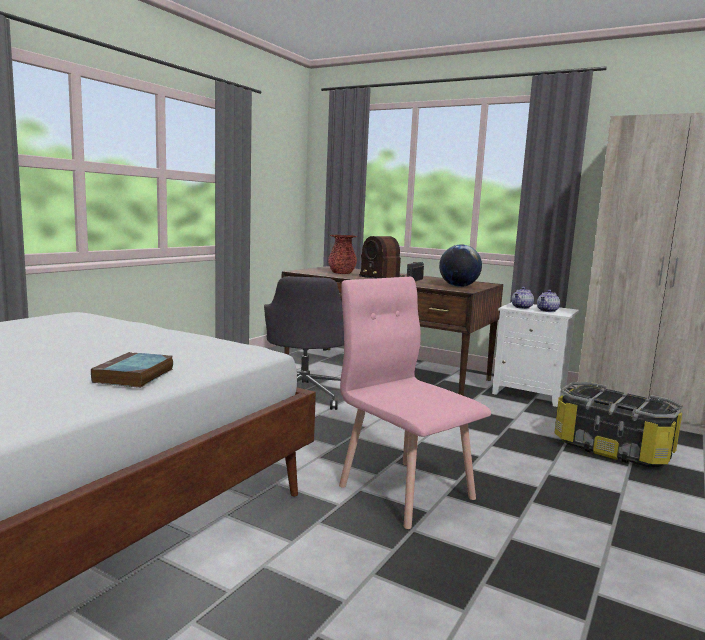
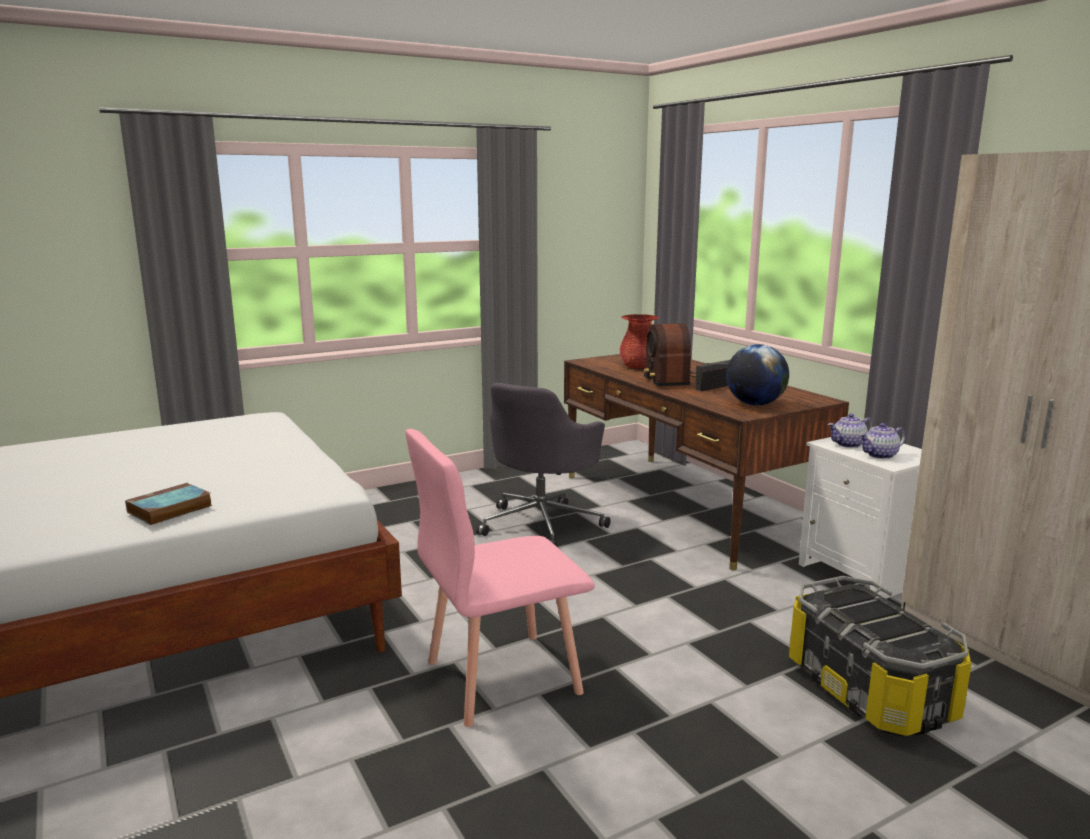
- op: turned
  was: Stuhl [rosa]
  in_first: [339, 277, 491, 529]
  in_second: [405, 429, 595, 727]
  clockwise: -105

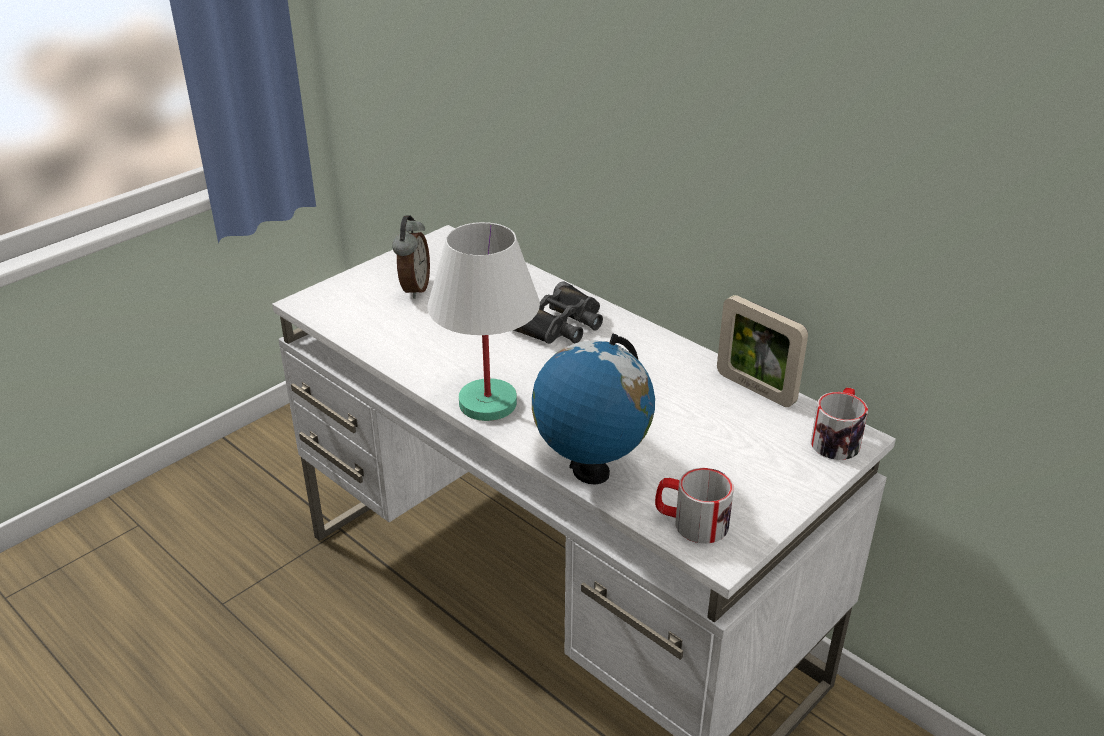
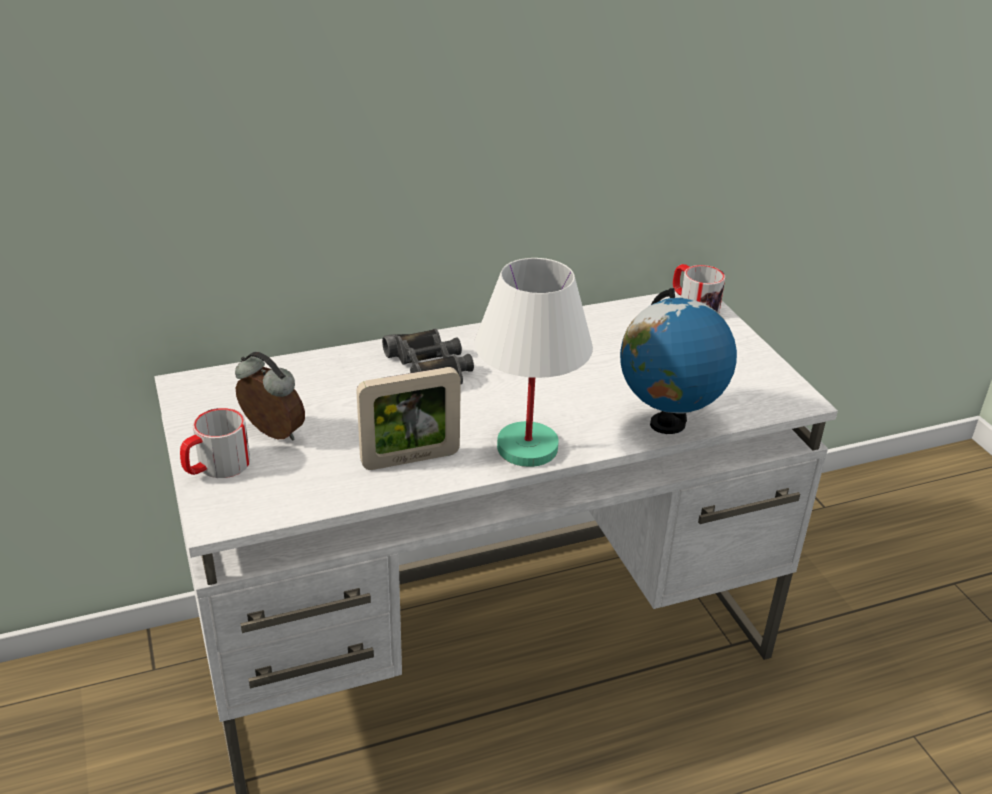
- op: moved
  was: Henkelbecher
  in_first: [655, 468, 734, 544]
  in_second: [180, 408, 250, 478]
- op: moved
  was: Bilderrahmen
  in_first: [717, 295, 808, 407]
  in_second: [356, 367, 461, 470]

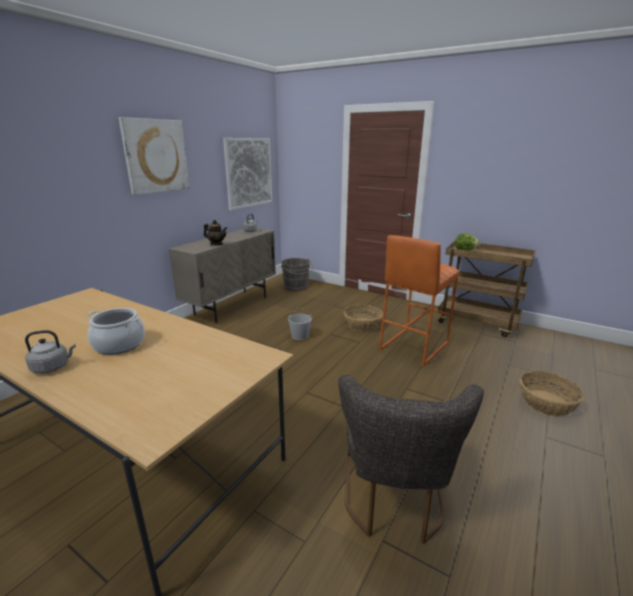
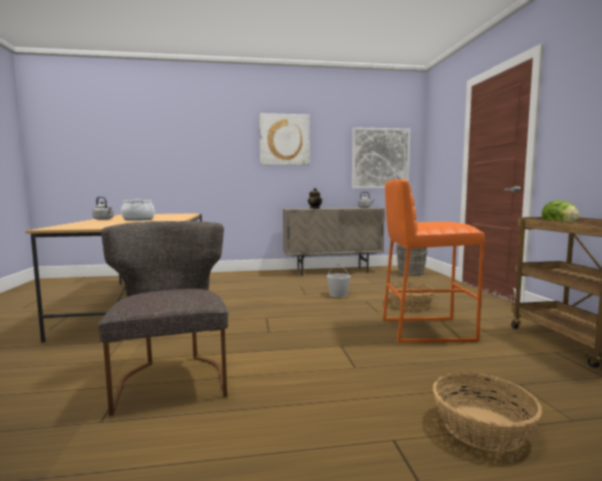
- op: turned
  was: Stuhl [grau]
  in_first: [338, 375, 484, 544]
  in_second: [98, 221, 228, 416]
  clockwise: 105

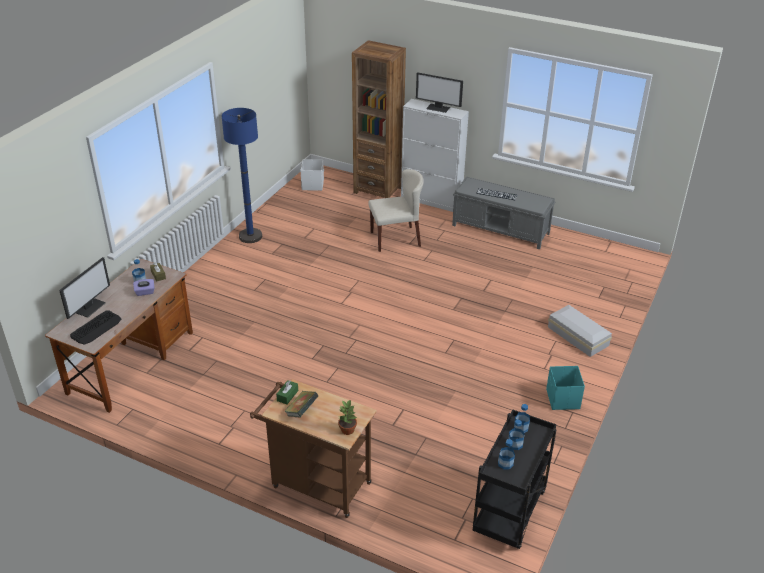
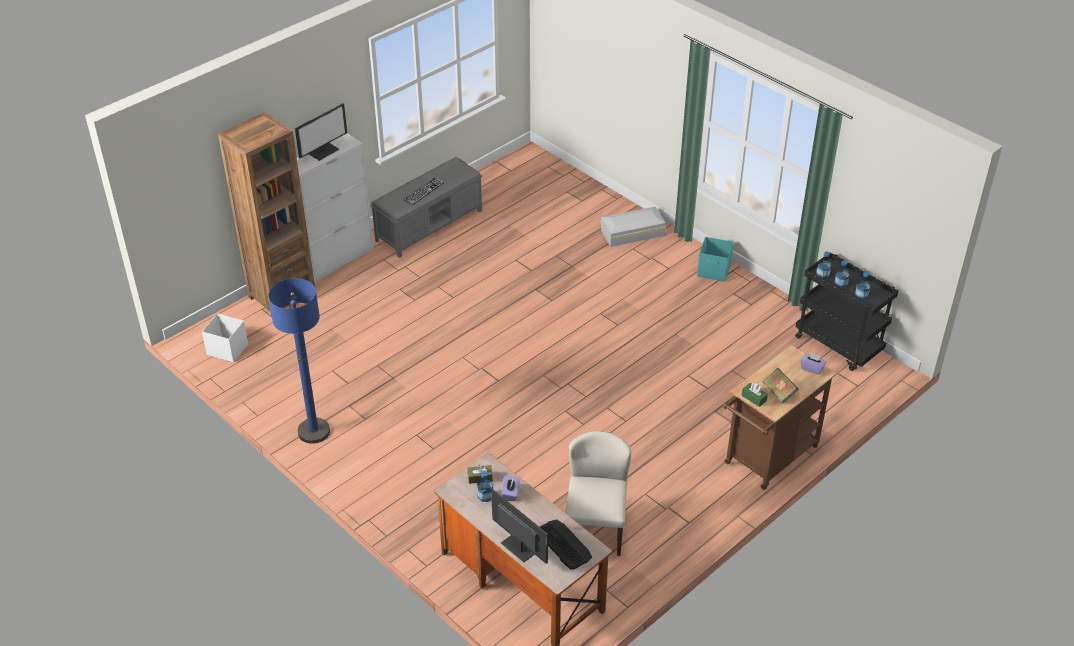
- op: replaced
  was: Topfpflanze
  now: Taschentuchbox [lila]
  in_first: [338, 399, 358, 435]
  in_second: [800, 352, 827, 375]
- op: moved
  was: Stuhl [beige]
  in_first: [368, 169, 424, 252]
  in_second: [565, 431, 631, 556]

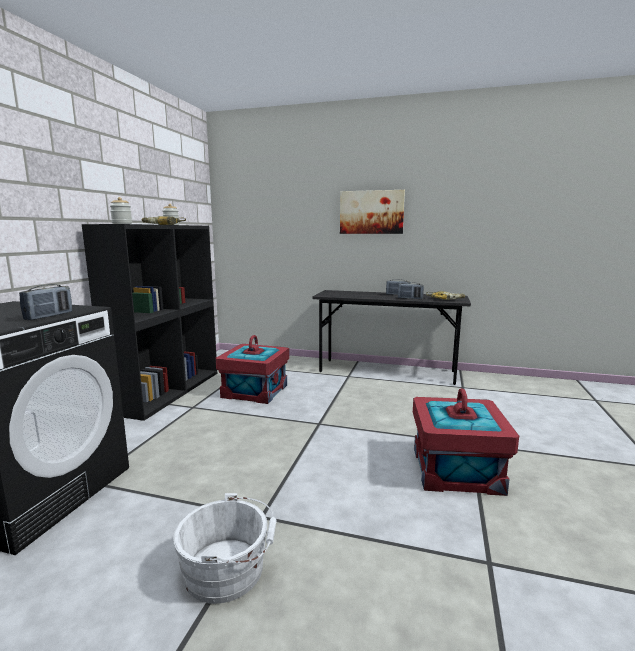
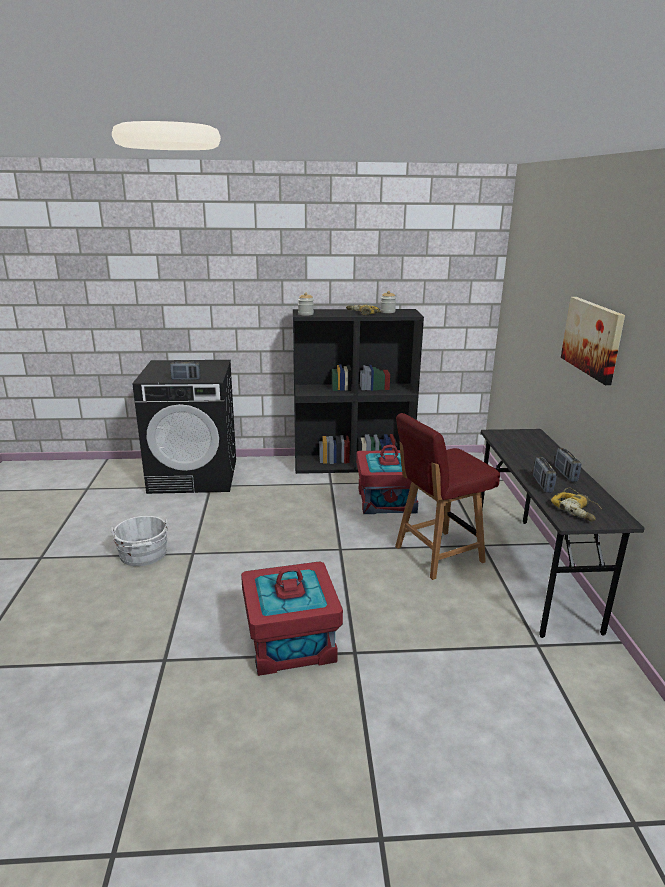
- op: added
  now: Stuhl [rot]
  in_second: [395, 413, 500, 580]

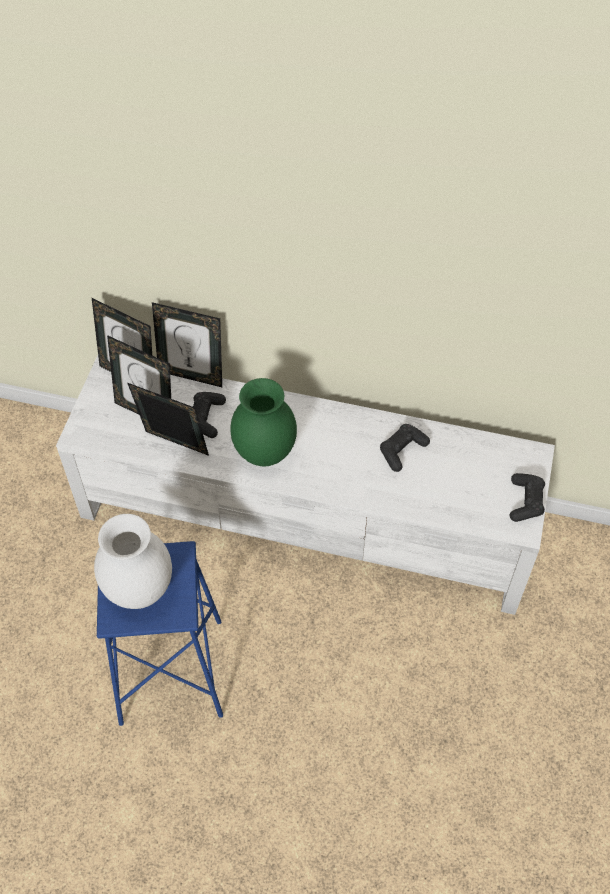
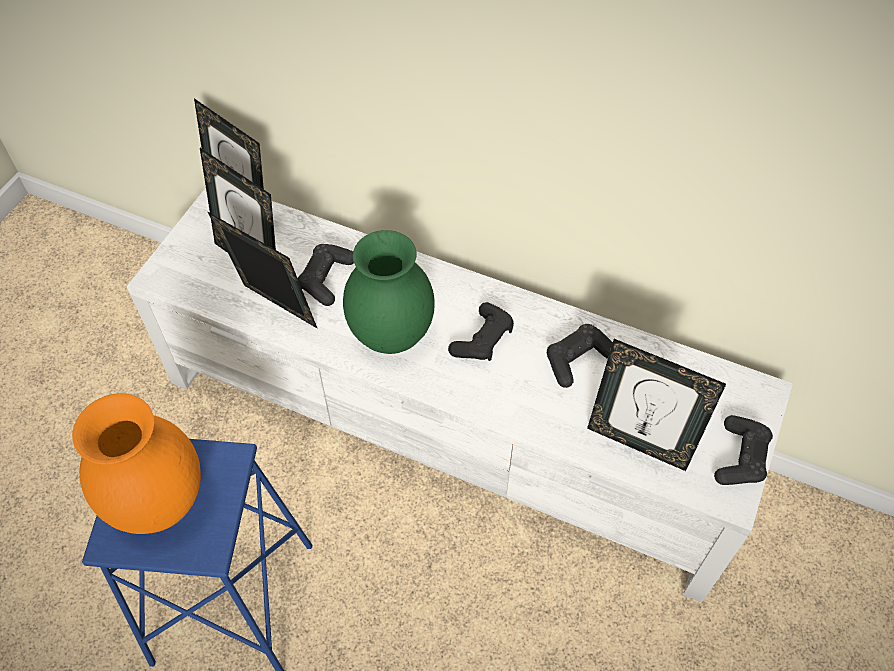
- op: recoloured
  was: Vase [weiß]
  now: Vase [orange]
  in_first: [94, 514, 172, 609]
  in_second: [72, 393, 201, 534]
- op: moved
  was: Bilderrahmen
  in_first: [152, 302, 222, 387]
  in_second: [587, 339, 726, 471]
- op: added
  now: Gamepad [schwarz]
  in_second: [448, 302, 514, 361]

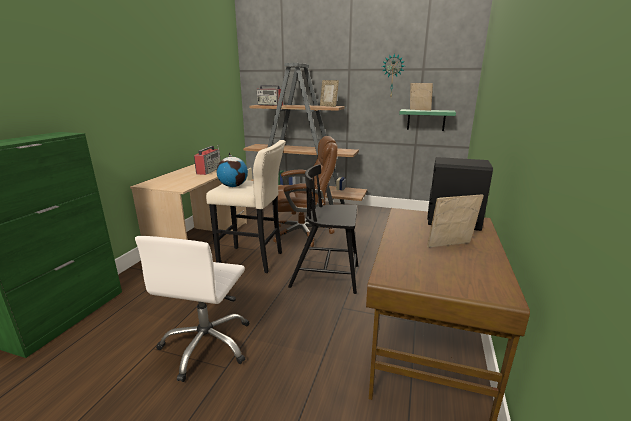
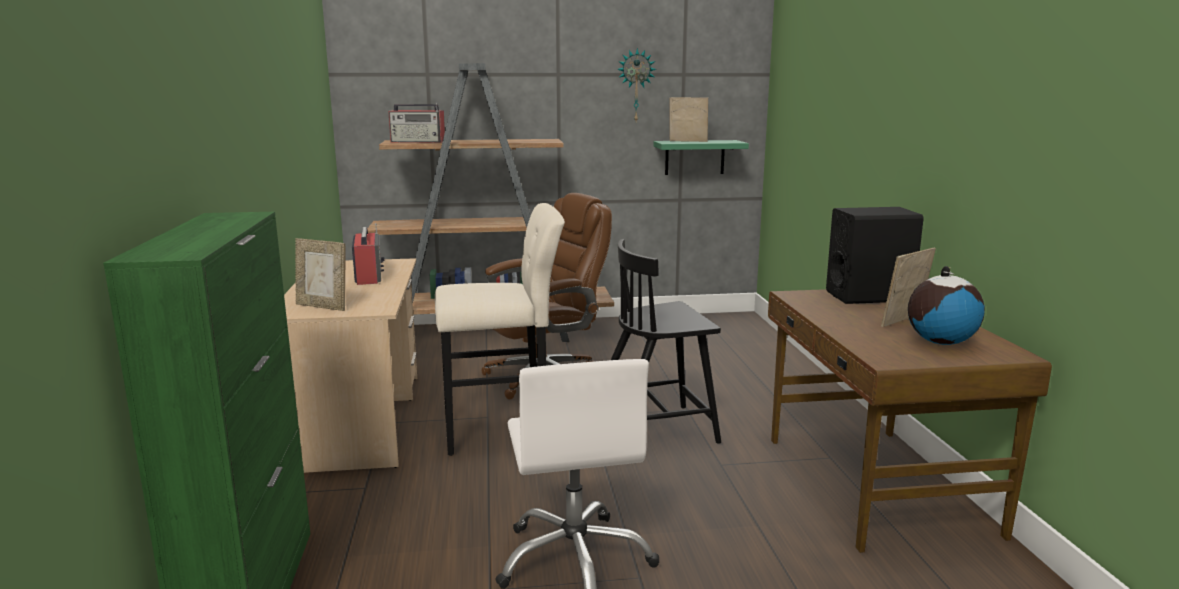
- op: moved
  was: Globus
  in_first: [216, 152, 248, 187]
  in_second: [908, 266, 985, 345]
- op: moved
  was: Bilderrahmen
  in_first: [320, 80, 339, 107]
  in_second: [295, 238, 345, 311]

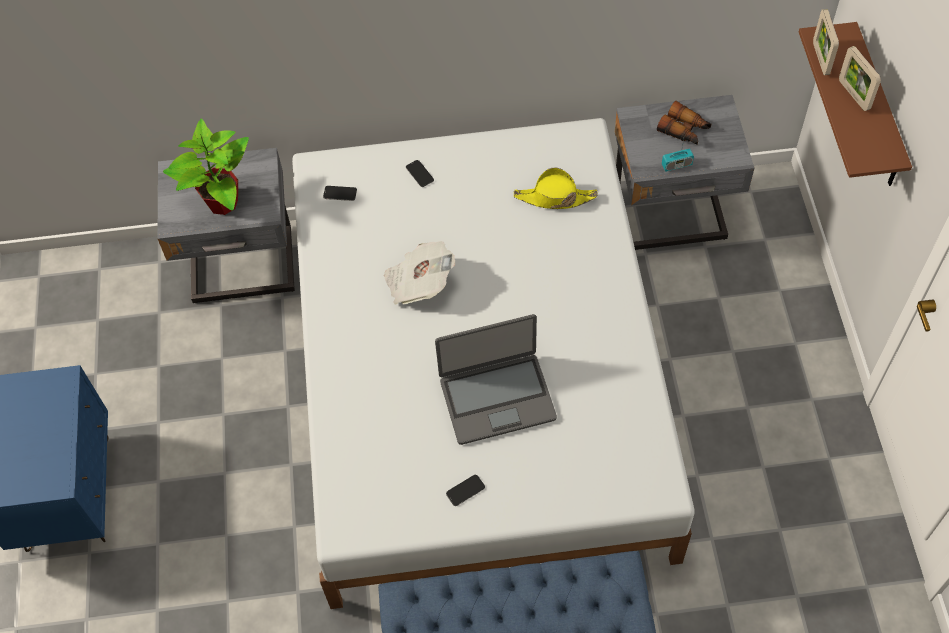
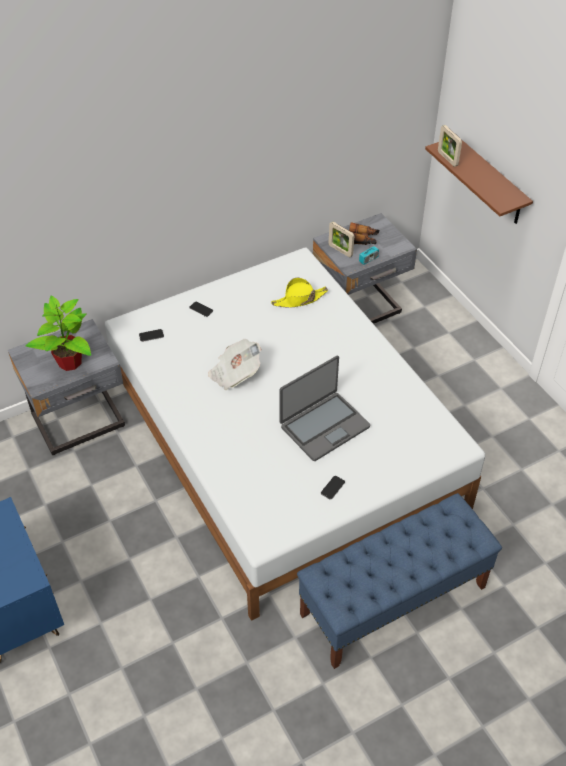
- op: moved
  was: Bilderrahmen
  in_first: [839, 46, 881, 111]
  in_second: [329, 222, 354, 257]

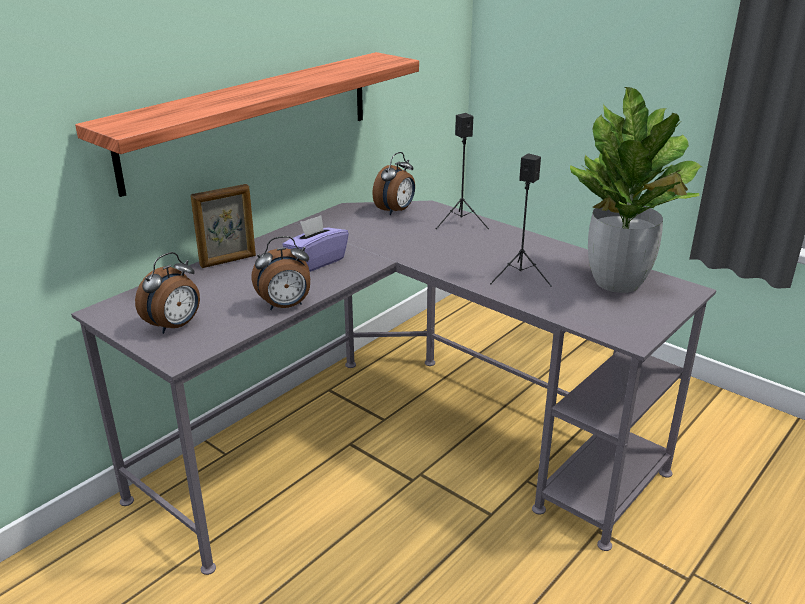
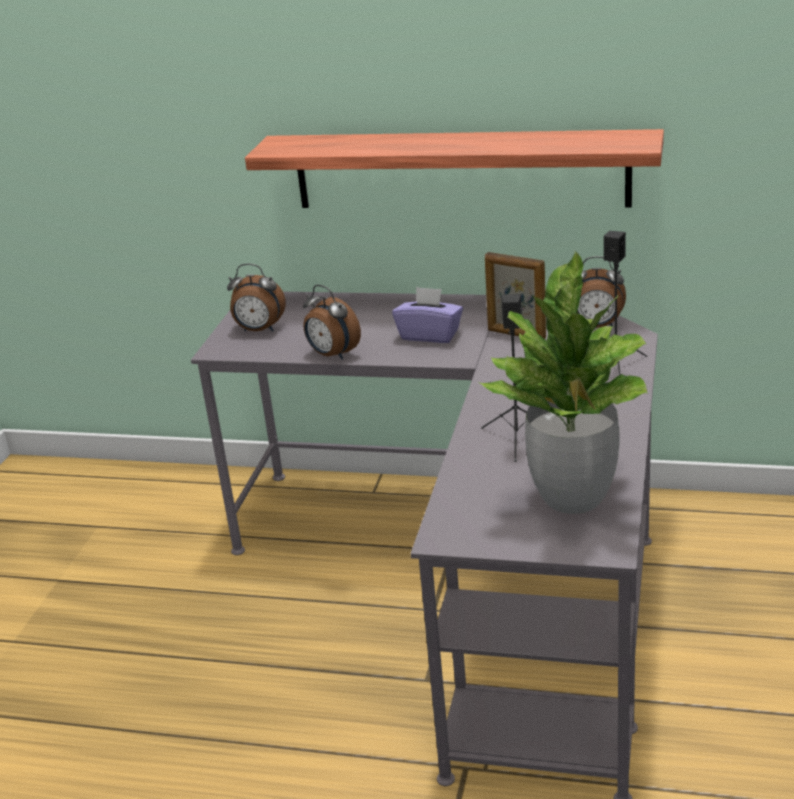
- op: moved
  was: Bilderrahmen
  in_first: [191, 184, 256, 268]
  in_second: [485, 252, 546, 339]

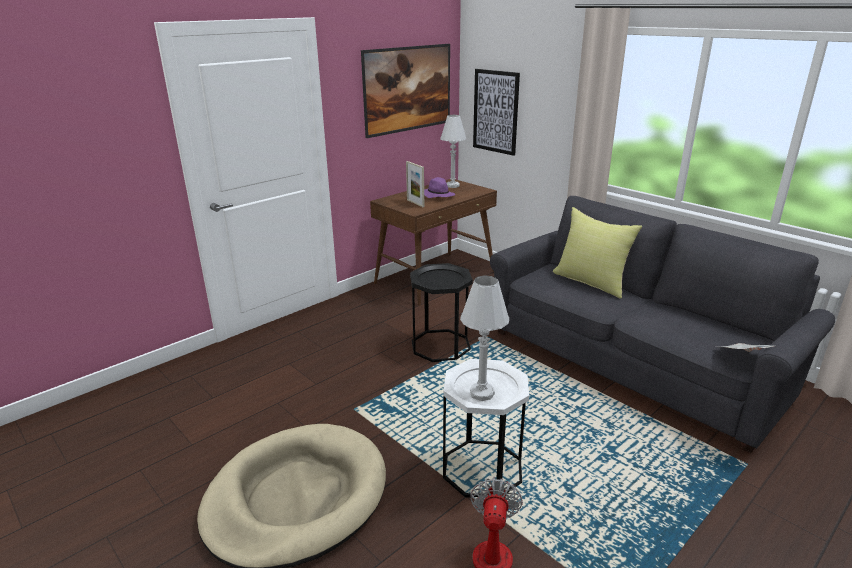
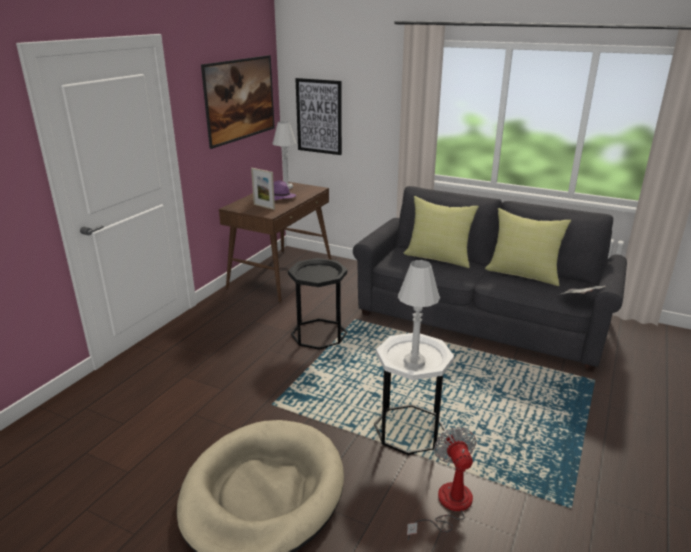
- op: added
  now: Kissen [gelb]
  in_second: [485, 208, 571, 286]

